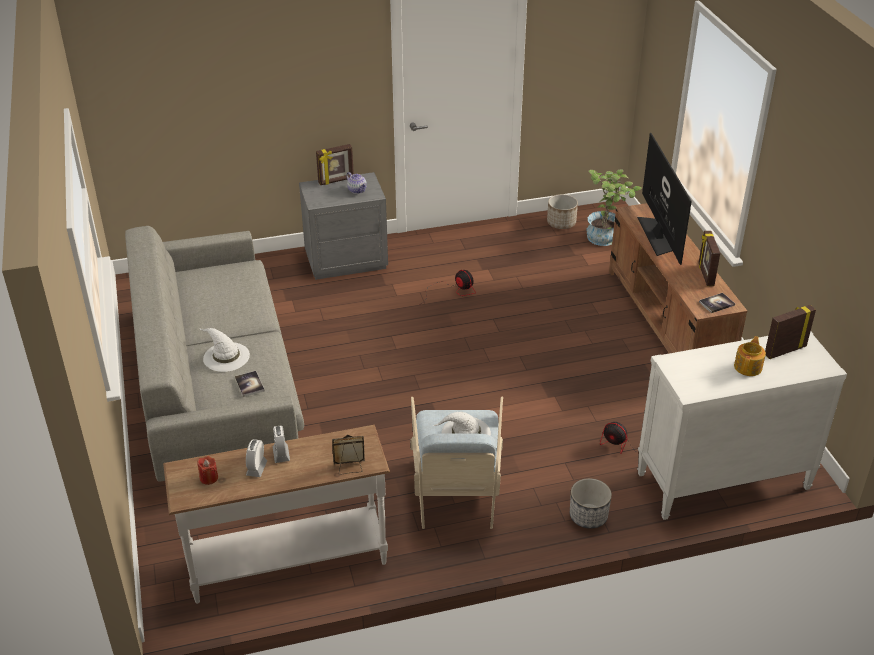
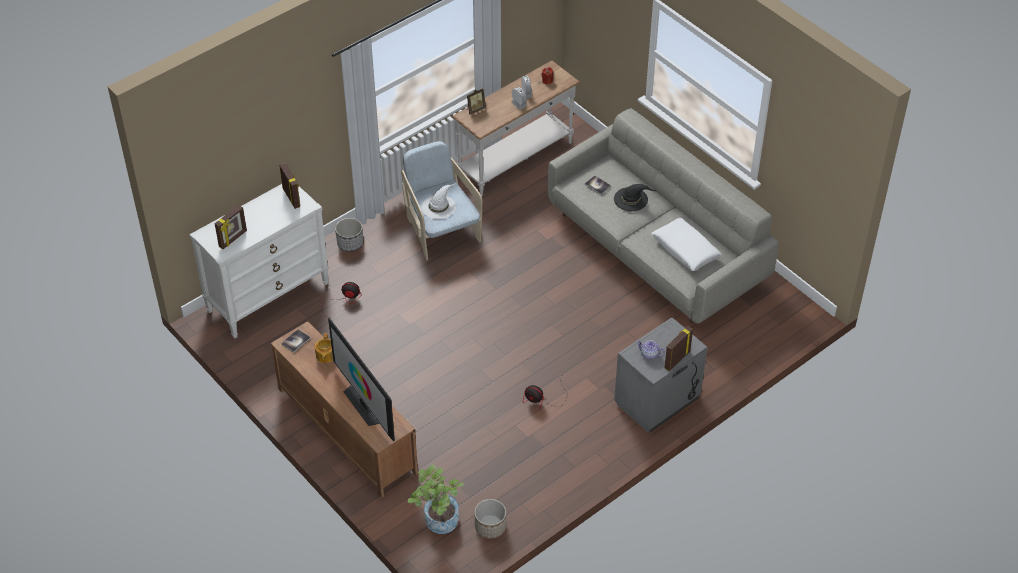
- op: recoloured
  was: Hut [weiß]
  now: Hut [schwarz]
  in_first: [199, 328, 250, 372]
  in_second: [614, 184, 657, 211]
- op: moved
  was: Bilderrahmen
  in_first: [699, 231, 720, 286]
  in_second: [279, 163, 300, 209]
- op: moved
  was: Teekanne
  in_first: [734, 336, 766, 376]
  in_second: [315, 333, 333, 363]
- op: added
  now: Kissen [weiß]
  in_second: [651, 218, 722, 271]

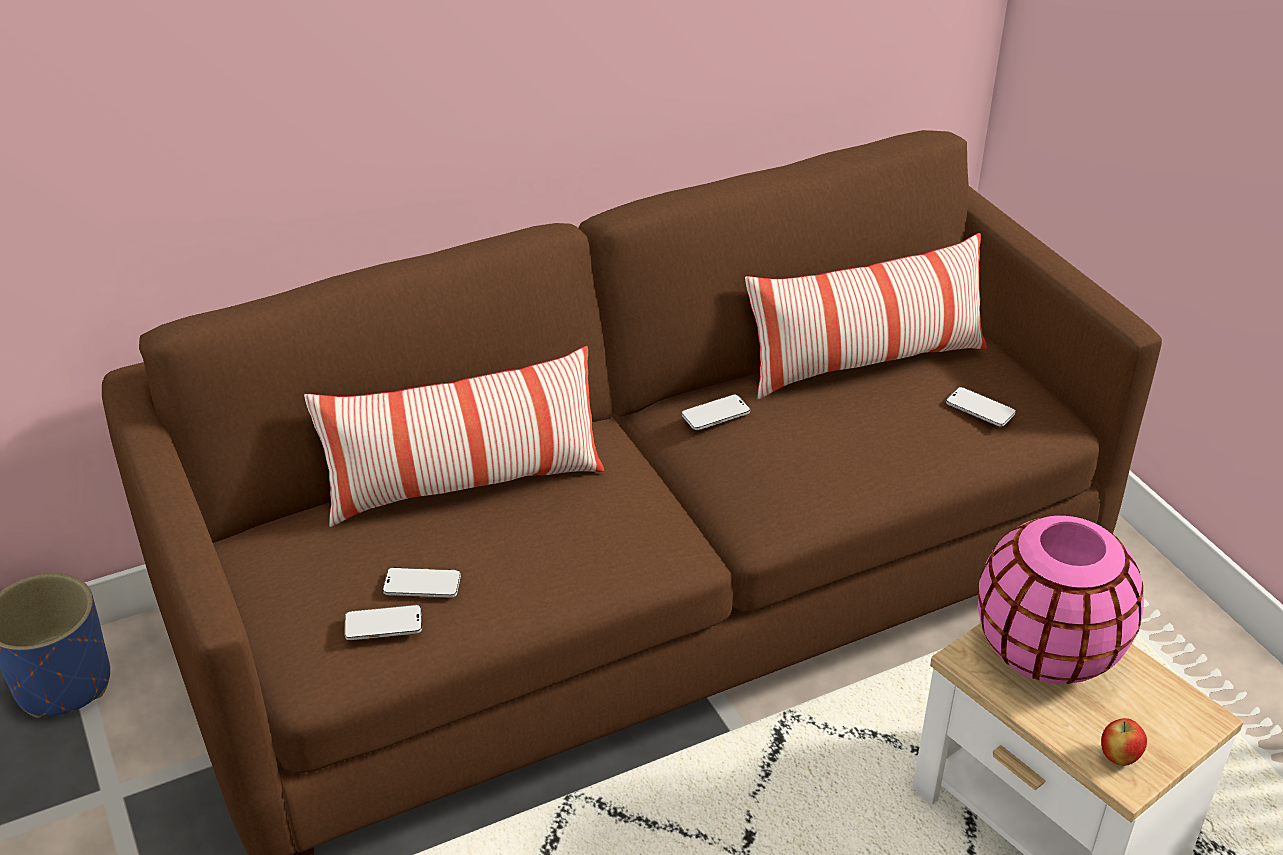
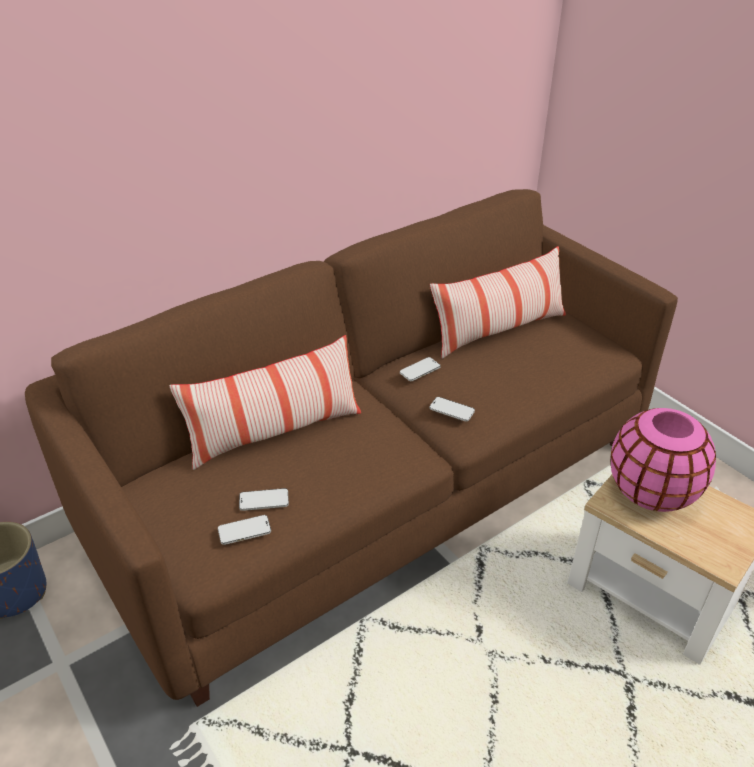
- op: moved
  was: Handy
  in_first: [946, 387, 1016, 427]
  in_second: [429, 397, 475, 422]
- op: removed
  was: Apfel
  in_first: [1101, 718, 1147, 766]

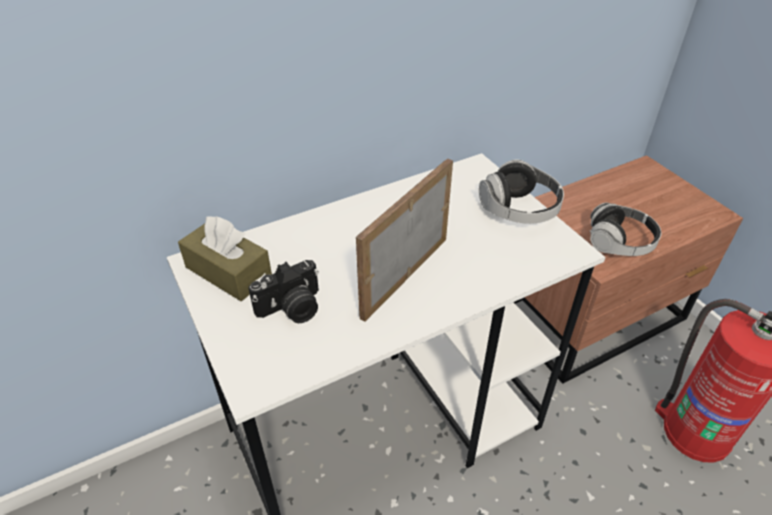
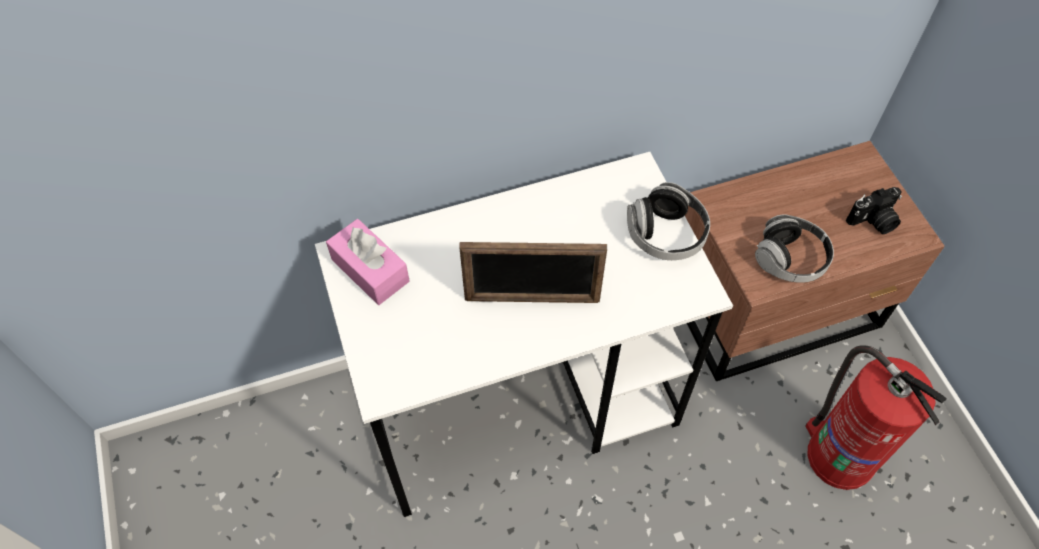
- op: recoloured
  was: Taschentuchbox [braun]
  now: Taschentuchbox [rosa]
  in_first: [178, 216, 272, 301]
  in_second: [326, 219, 409, 305]
- op: moved
  was: Kamera
  in_first: [248, 260, 319, 323]
  in_second: [846, 187, 902, 234]
- op: turned
  was: Bilderrahmen
  in_first: [356, 159, 453, 322]
  in_second: [459, 242, 607, 303]
  clockwise: -135

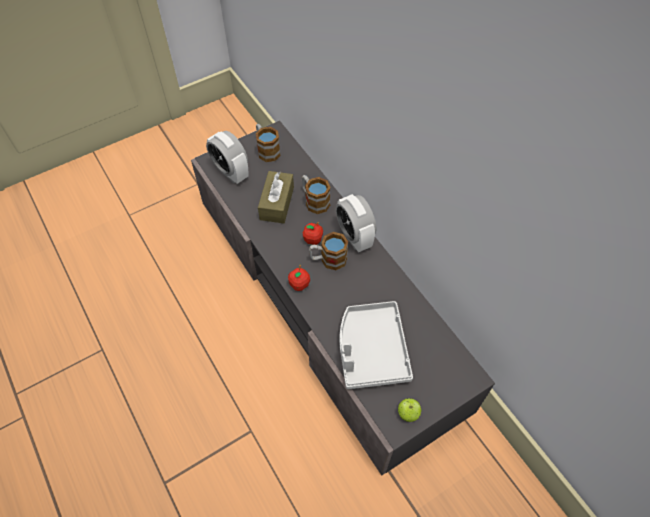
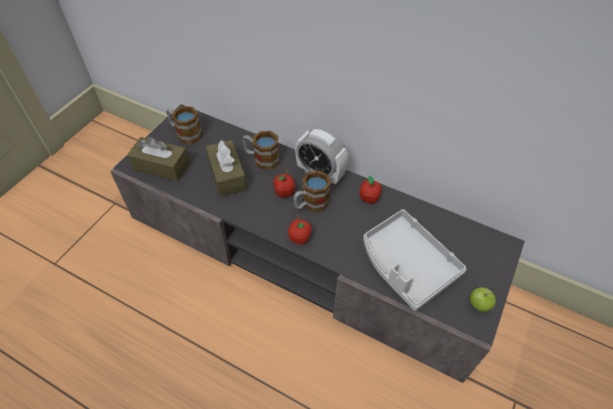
- op: replaced
  was: Wecker
  now: Taschentuchbox [braun]
  in_first: [206, 131, 248, 184]
  in_second: [127, 137, 190, 182]
- op: added
  now: Apfel
  in_second: [359, 176, 382, 204]

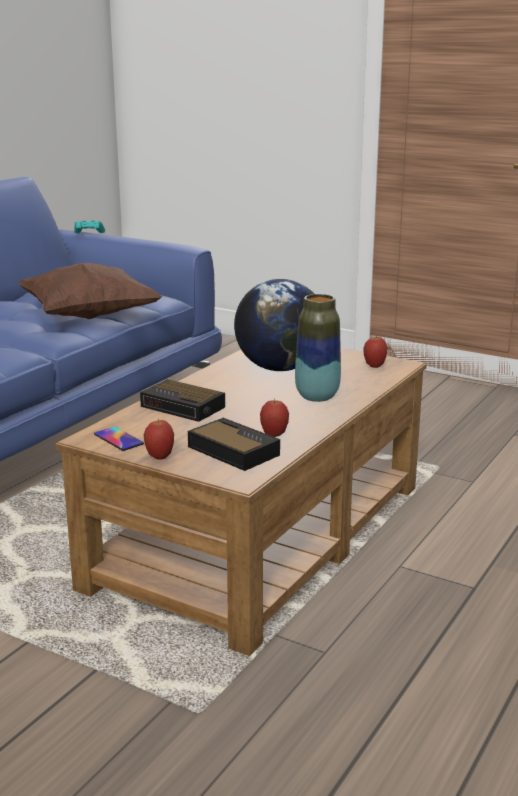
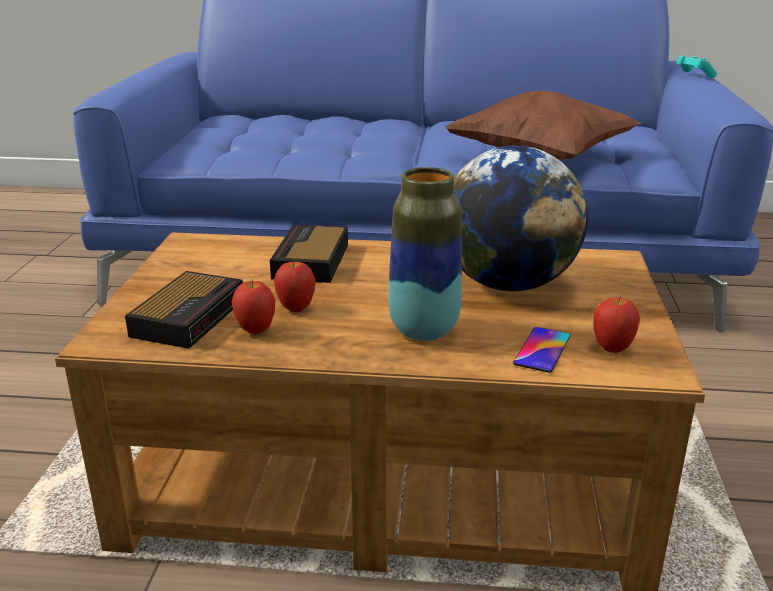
- op: moved
  was: Handy
  in_first: [94, 427, 144, 451]
  in_second: [513, 327, 570, 373]
- op: moved
  was: Apfel
  in_first: [144, 420, 174, 460]
  in_second: [274, 260, 316, 312]

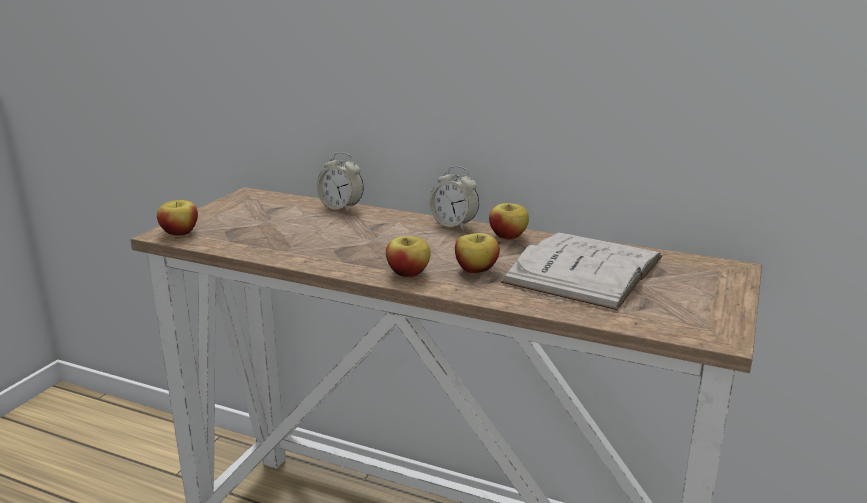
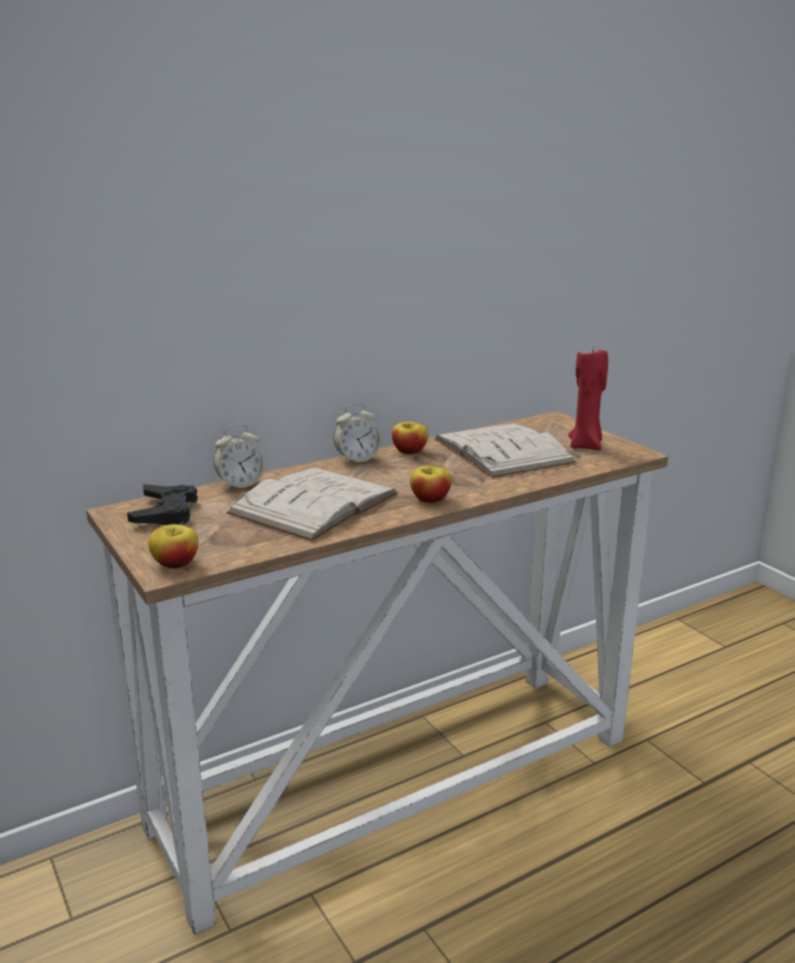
- op: removed
  was: Apfel
  in_first: [455, 233, 500, 273]
- op: added
  now: Gamepad [schwarz]
  in_second: [127, 484, 198, 525]
- op: added
  now: Buch [weiß]
  in_second: [226, 467, 398, 541]
- op: added
  now: Kerze [rot]
  in_second: [568, 345, 608, 450]

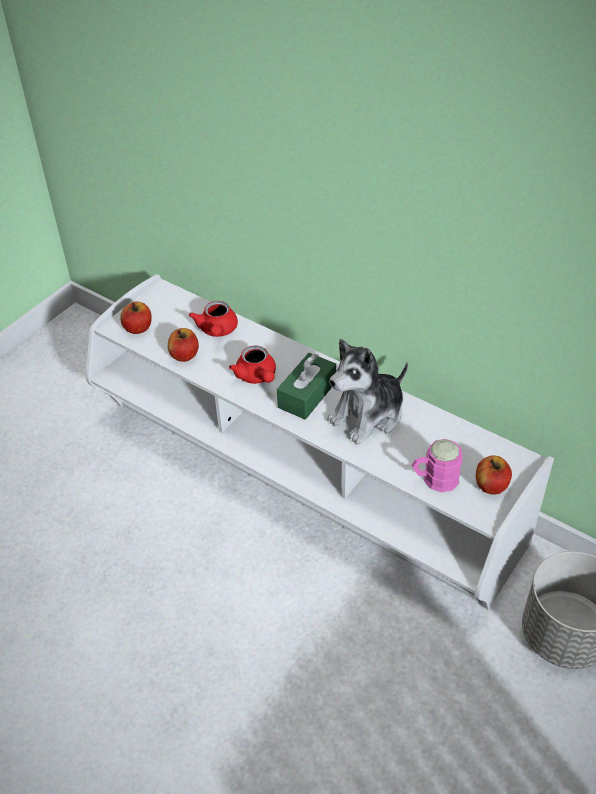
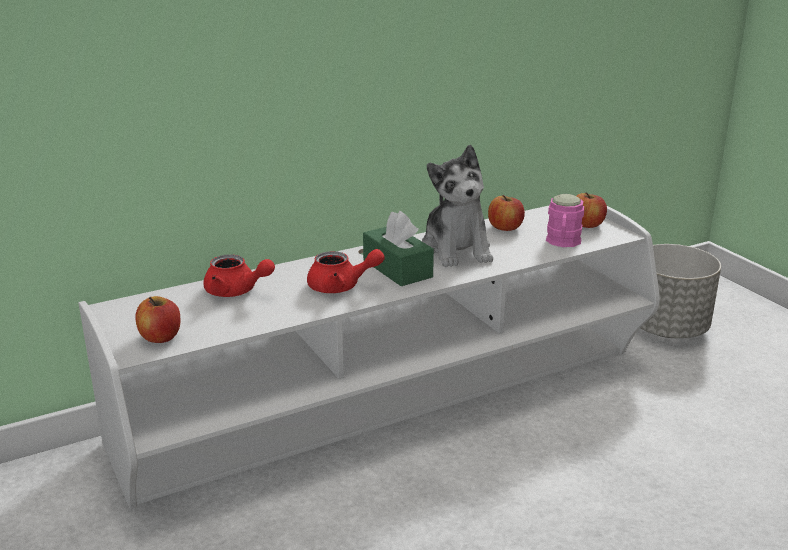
- op: moved
  was: Apfel
  in_first: [168, 328, 199, 362]
  in_second: [488, 195, 525, 231]

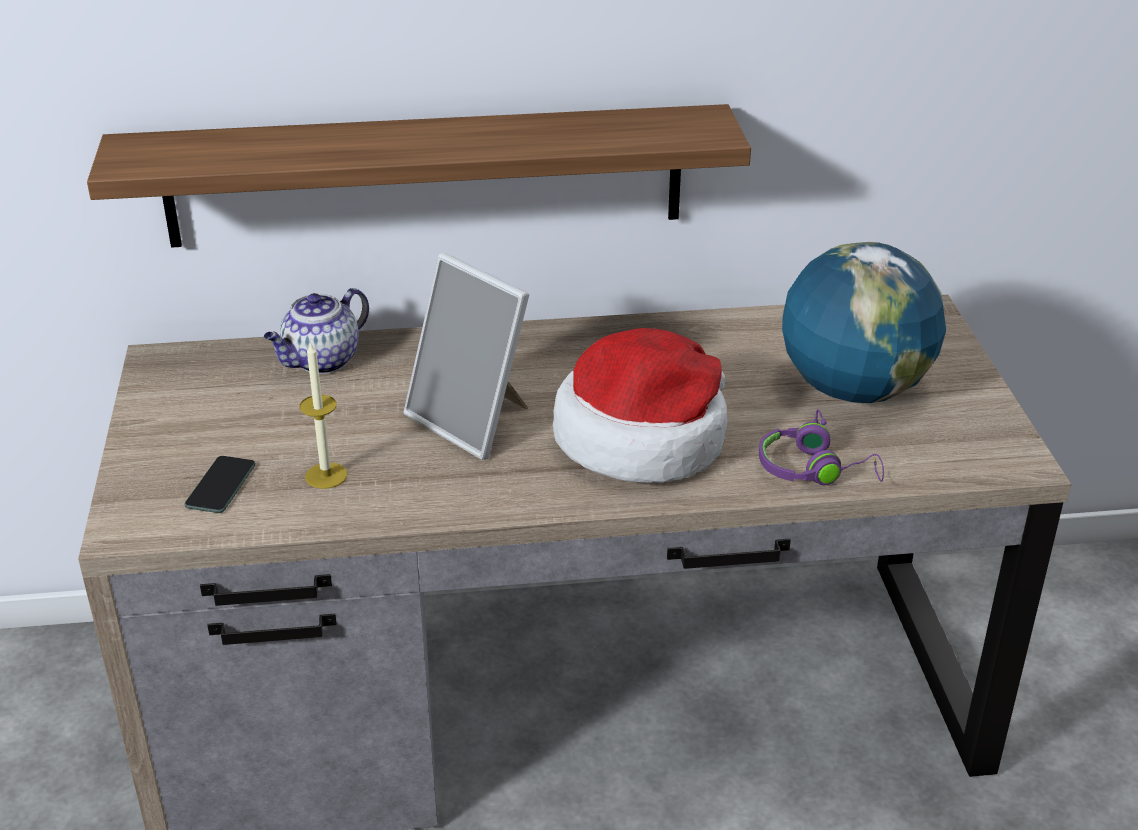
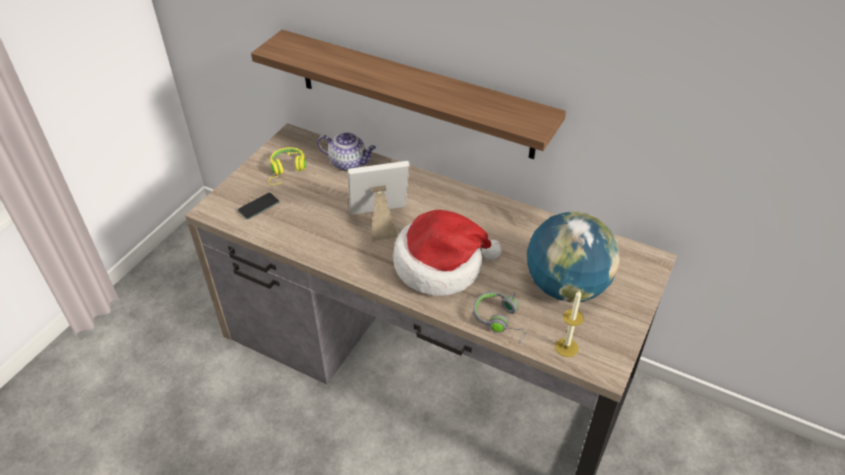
- op: turned
  was: Teekanne
  in_first: [264, 288, 369, 374]
  in_second: [317, 132, 376, 171]
  clockwise: -150
- op: moved
  was: Kerze
  in_first: [300, 341, 347, 489]
  in_second: [555, 290, 584, 357]
- op: turned
  was: Bilderrahmen
  in_first: [404, 253, 529, 460]
  in_second: [348, 161, 410, 241]
  clockwise: 90
- op: recoloured
  was: Kopfhörer [lila]
  now: Kopfhörer [grau]
  in_first: [759, 409, 884, 485]
  in_second: [473, 292, 527, 344]
- op: added
  now: Kopfhörer [gelb]
  in_second: [268, 147, 306, 185]

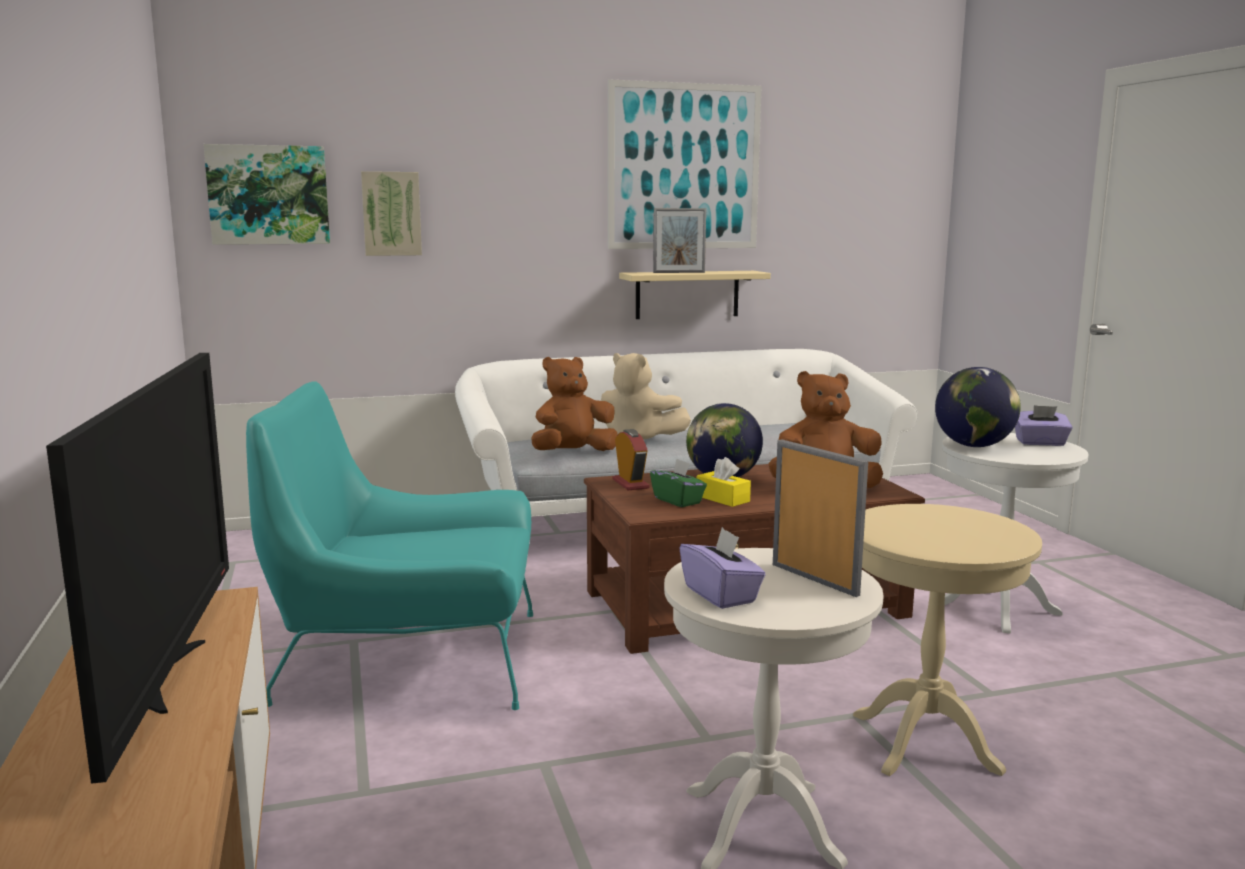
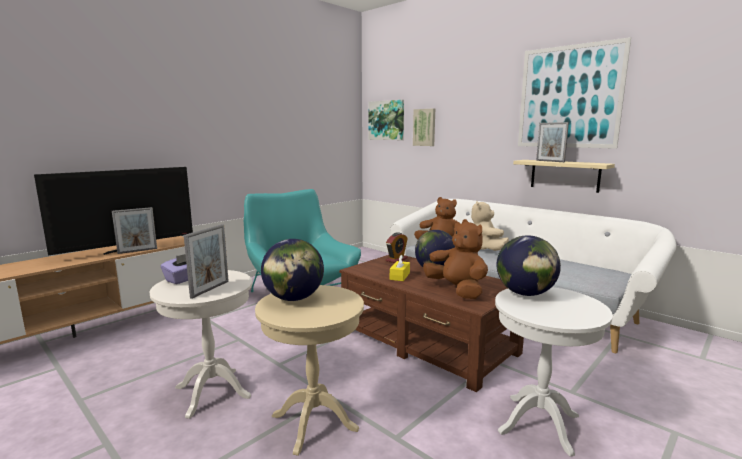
- op: removed
  was: Taschentuchbox [grün]
  in_first: [650, 459, 707, 507]
- op: removed
  was: Taschentuchbox [lila]
  in_first: [1015, 405, 1073, 446]
- op: added
  now: Bilderrahmen
  in_second: [112, 207, 157, 254]
- op: added
  now: Globus
  in_second: [261, 239, 324, 301]

